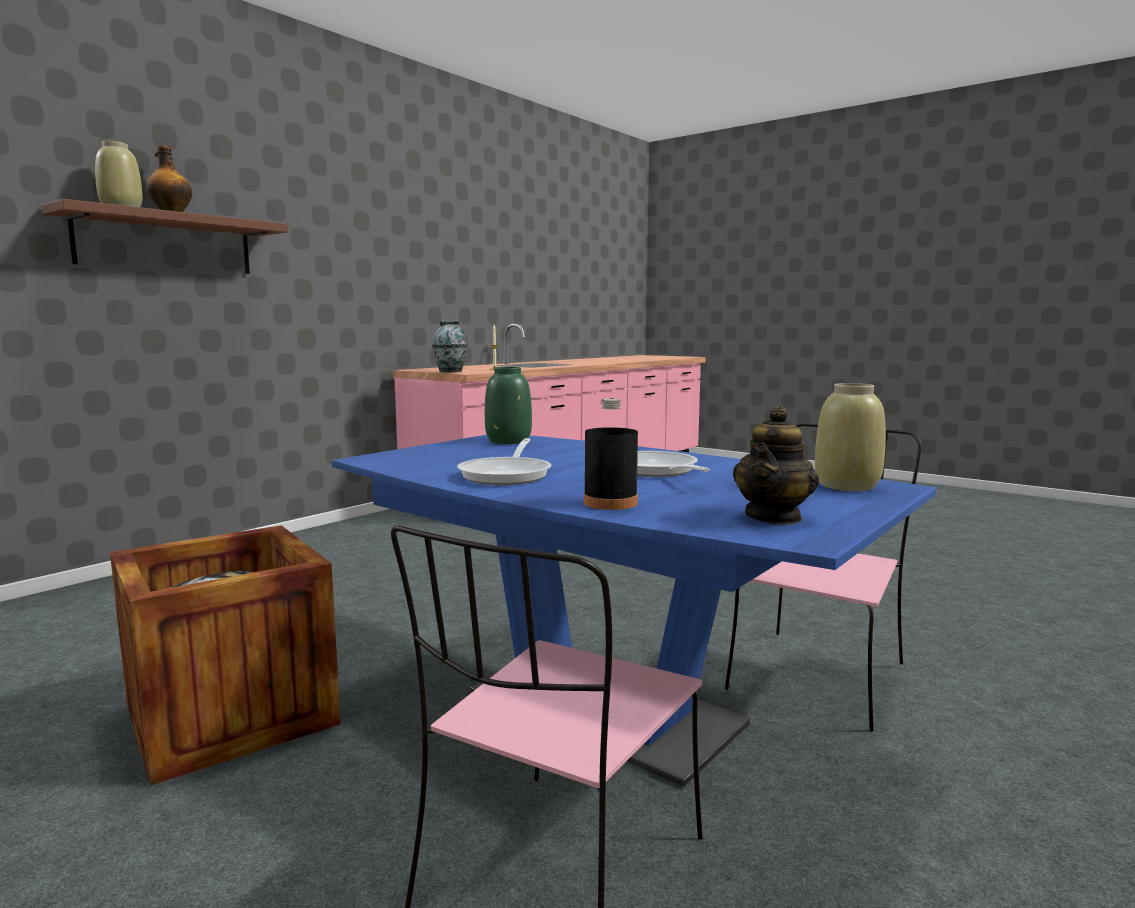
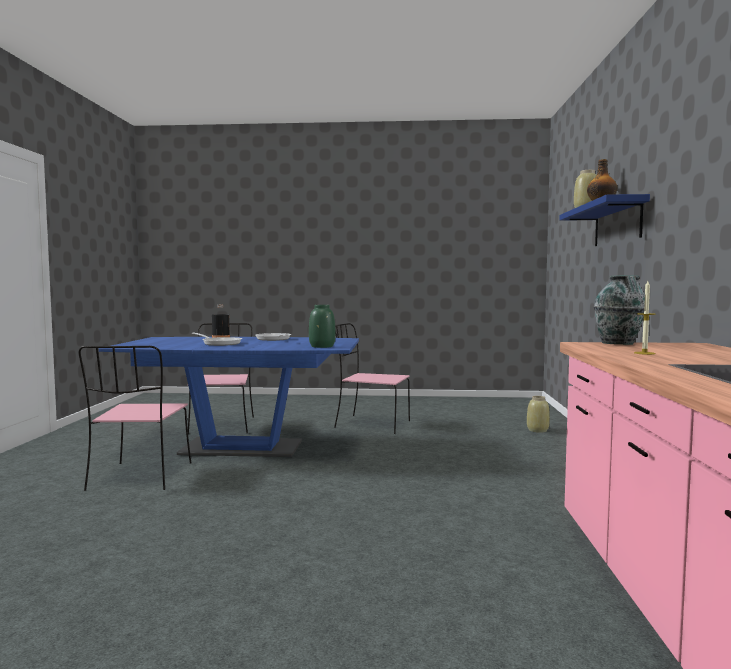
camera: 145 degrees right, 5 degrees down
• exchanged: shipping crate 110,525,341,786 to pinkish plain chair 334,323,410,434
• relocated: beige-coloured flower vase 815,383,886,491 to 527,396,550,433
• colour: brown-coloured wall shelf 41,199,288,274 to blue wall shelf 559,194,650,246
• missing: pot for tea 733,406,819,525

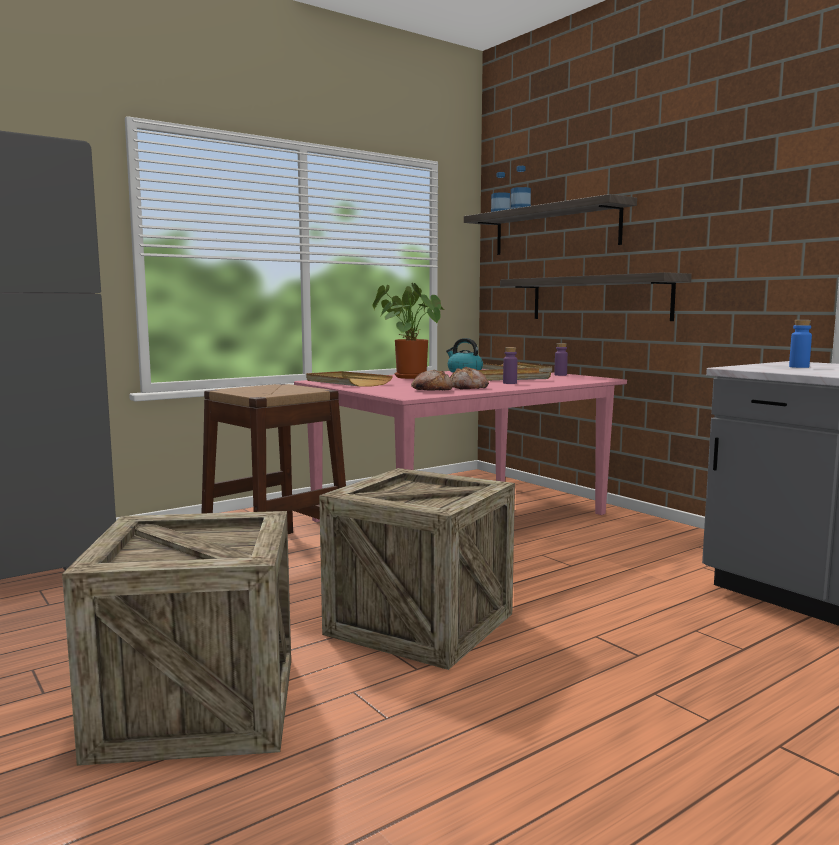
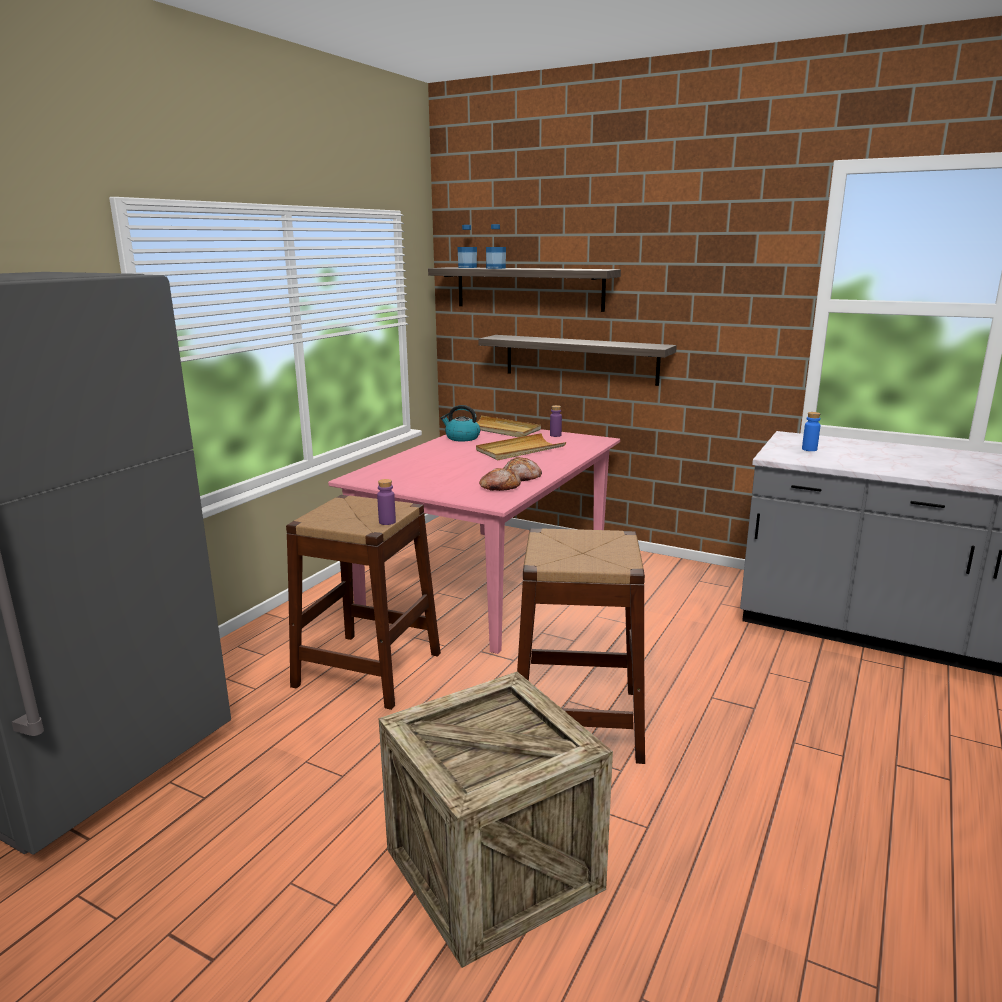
camera: 25 degrees left, 10 degrees up
• relocated: purple-coloured bottle 503,347,517,384 to 377,479,396,525
• exchanged: shipping crate 319,468,515,670 to brown-coloured sitting stool 517,529,645,764
• missing: beige-coloured tray 306,371,393,387
• missing: houseplant 372,283,444,379

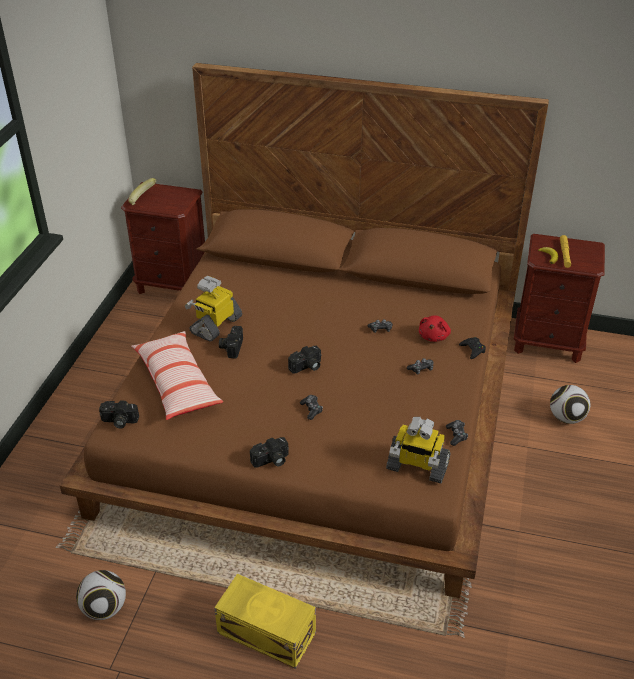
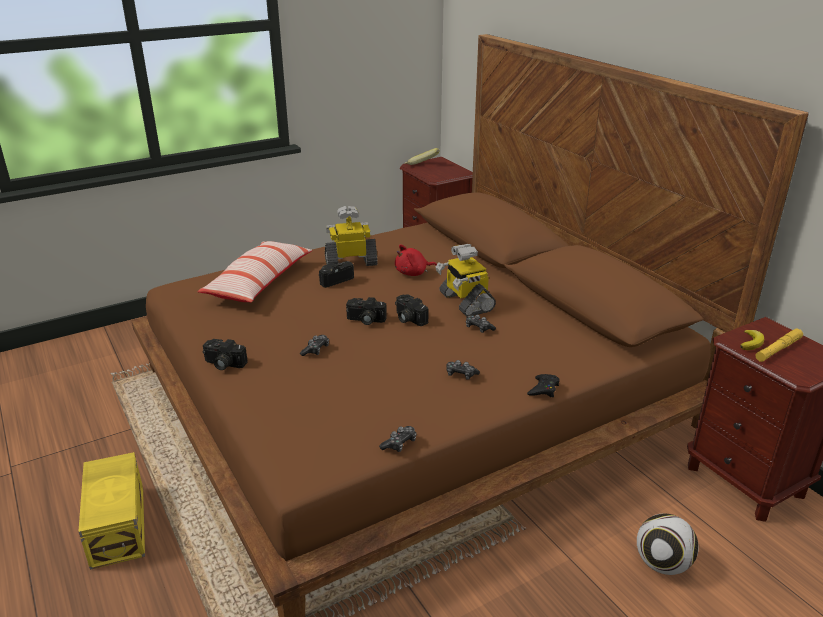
camera: 45 degrees right, 10 degrees down
• relocated: red plush toy 419,315,451,342 to 395,245,437,276
• relocated: photo camera 99,400,139,429 to 395,294,429,326
• relocated: robot figure 386,417,451,483 to 436,244,496,316
• missing: football ball 76,570,126,620

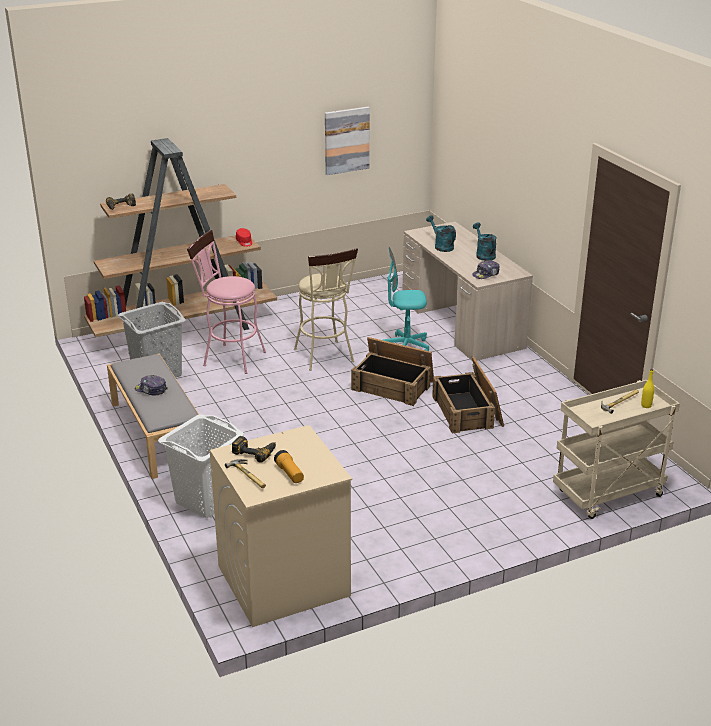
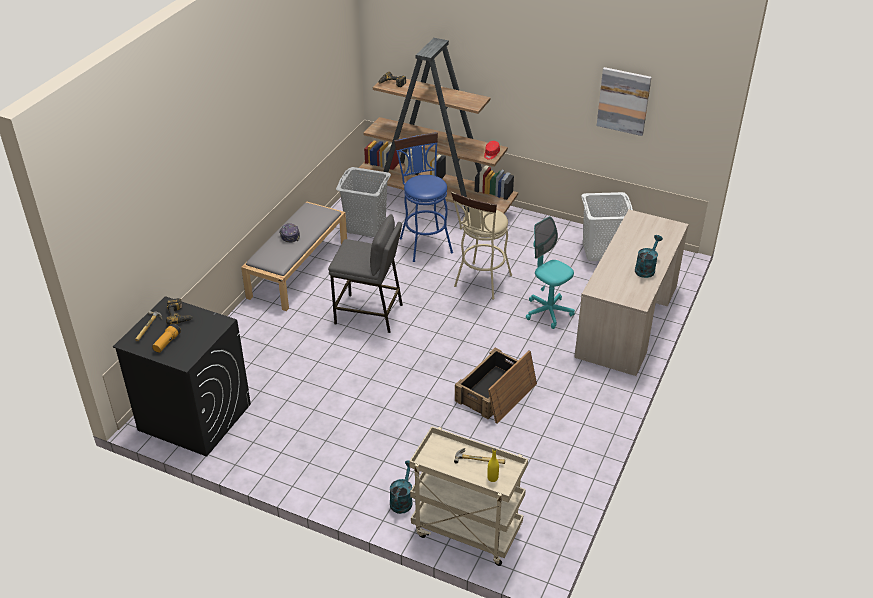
camera: 50 degrees right, 10 degrees up
• colour: beige-coloured laundry appliance 210,425,352,627 to blackish laundry appliance 113,296,251,457
• appeared: grey sitting stool 328,214,403,333
• relocated: turquoise watering can 426,215,456,252 to 390,461,412,514
• colour: pinkish sitting stool 187,230,266,374 to blue sitting stool 394,132,453,262
• relocated: white-coloured washing basket 158,414,244,518 to 581,192,633,261
• missing: shipping crate 351,337,434,406
• missing: cap 472,260,499,279

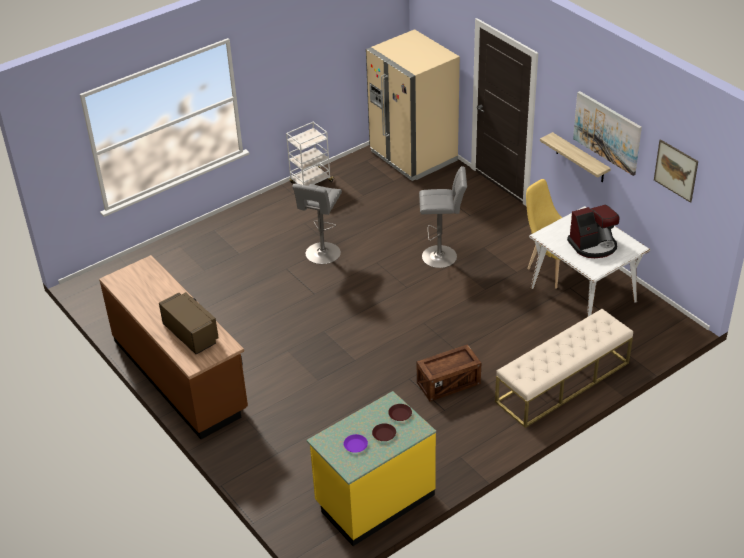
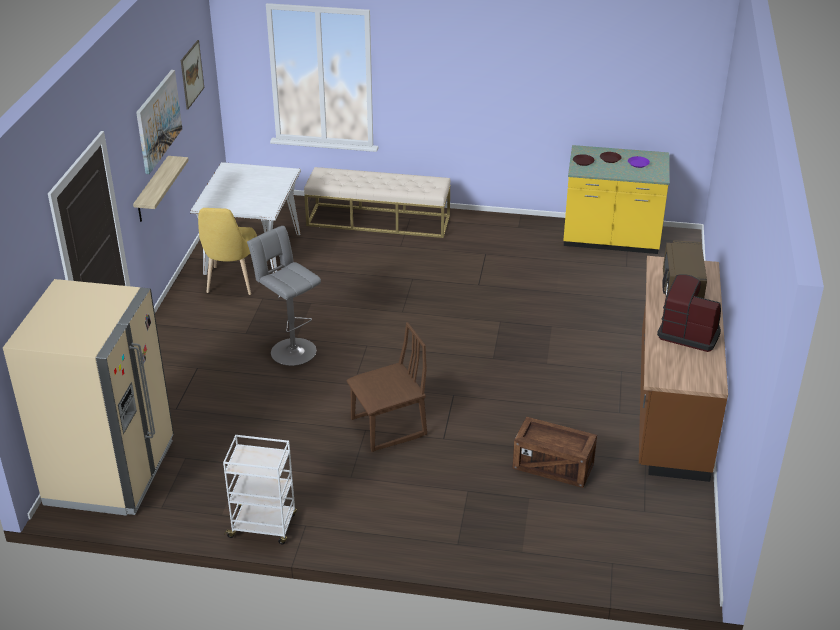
camera: 135 degrees left, 5 degrees down
• exchanged: grey sitting stool 292,184,342,264 to brown-coloured plain chair 346,322,427,452
• relocated: shipping crate 417,344,481,402 to 512,416,597,488
• relocated: coffee machine 567,204,620,258 to 657,274,721,352

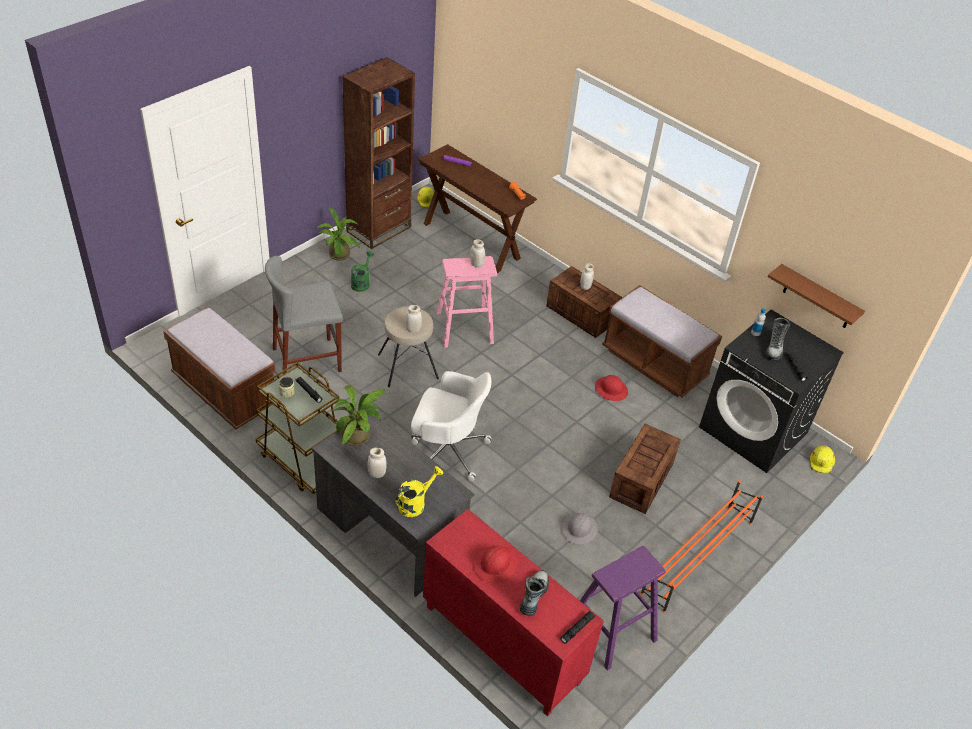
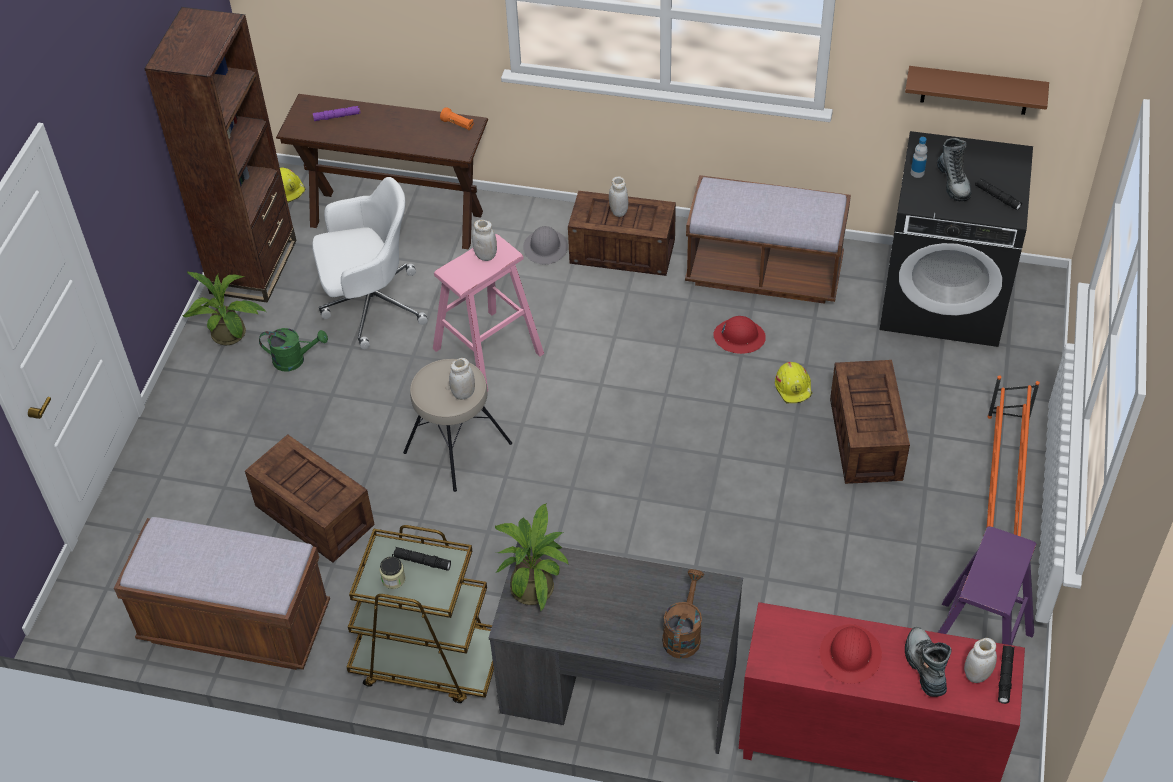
camera: 25 degrees left, 5 degrees up
• exchanged: grey sitting stool 265,256,343,374 to shipping crate 245,434,375,563
• spun: green-coloured watering can 351,251,374,292 = 259,328,328,371 105 degrees clockwise
• relocated: white-coloured office chair 411,371,492,481 to 312,177,428,349
• relocated: grey hard hat 562,513,598,544 to 523,226,568,264
• colour: yellow watering can 395,466,443,517 to brown-coloured watering can 662,569,704,658
• relocated: yellow hard hat 810,445,835,473 to 775,362,812,403
• relocated: white-coloured preserve jar 367,448,386,478 to 964,638,997,683

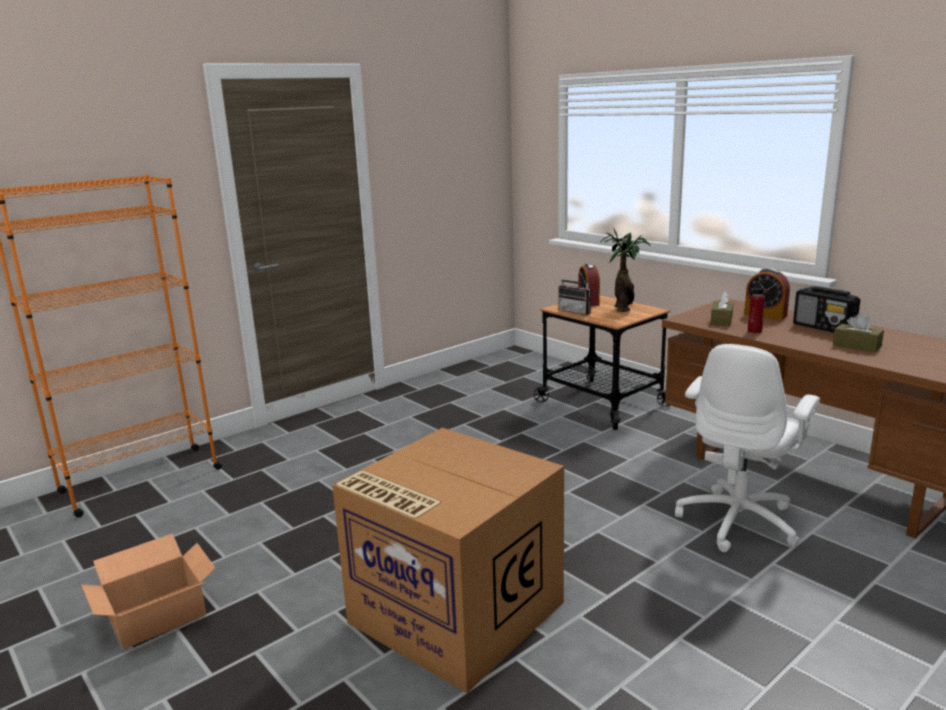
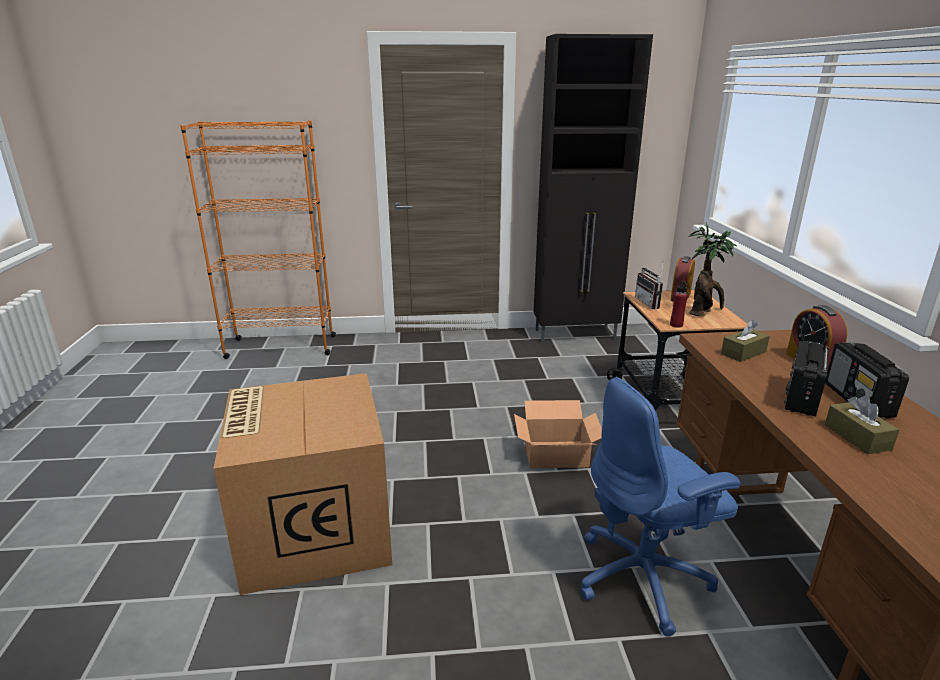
camera: 35 degrees right, 5 degrees up
• relocated: carton 81,533,215,649 to 514,400,602,468
• appeared: blackish cupboard 534,34,653,342
• colour: white-coloured office chair 675,344,820,552 to blue office chair 581,377,740,636
• relocated: red bottle 748,281,766,333 to 670,280,688,328
• appeared: radio receiver 784,341,829,416

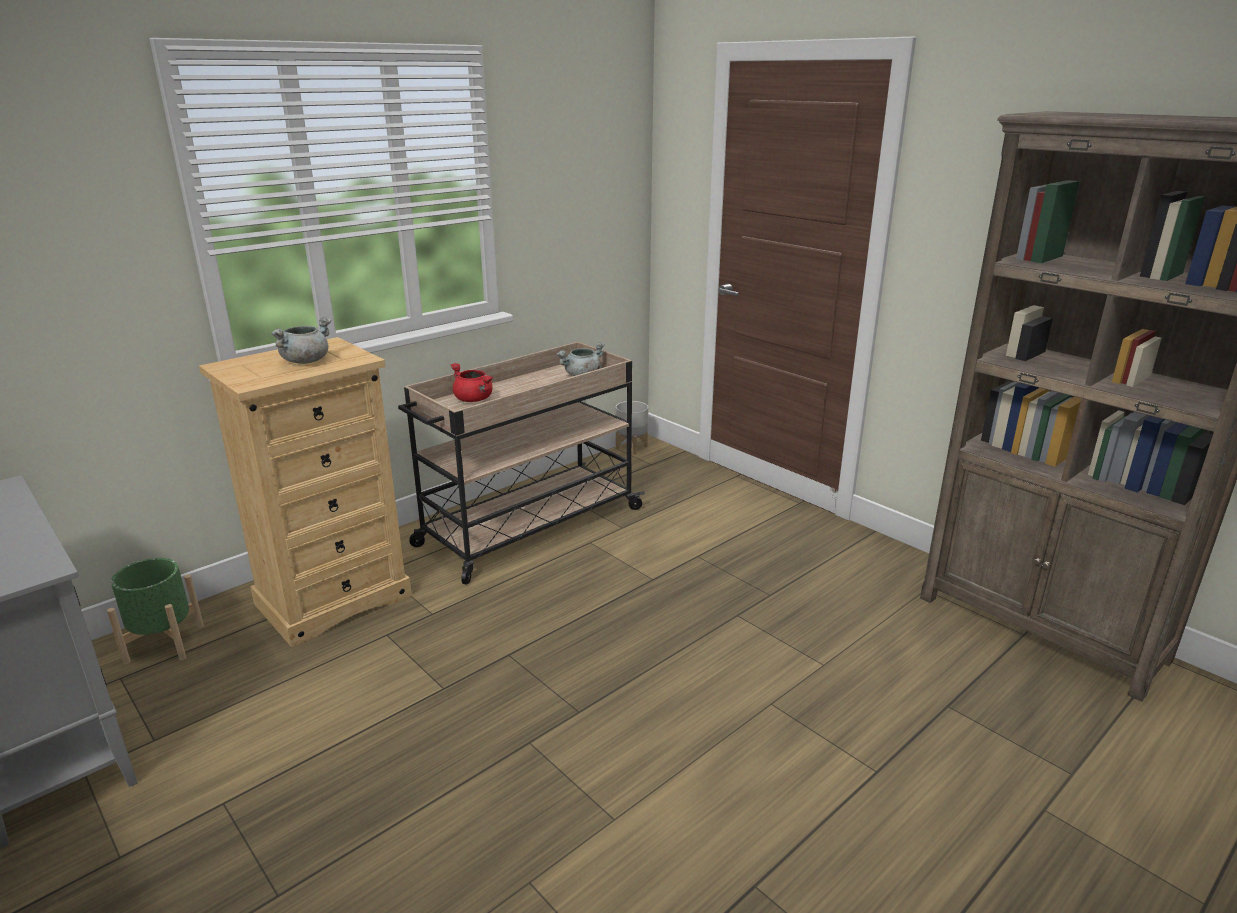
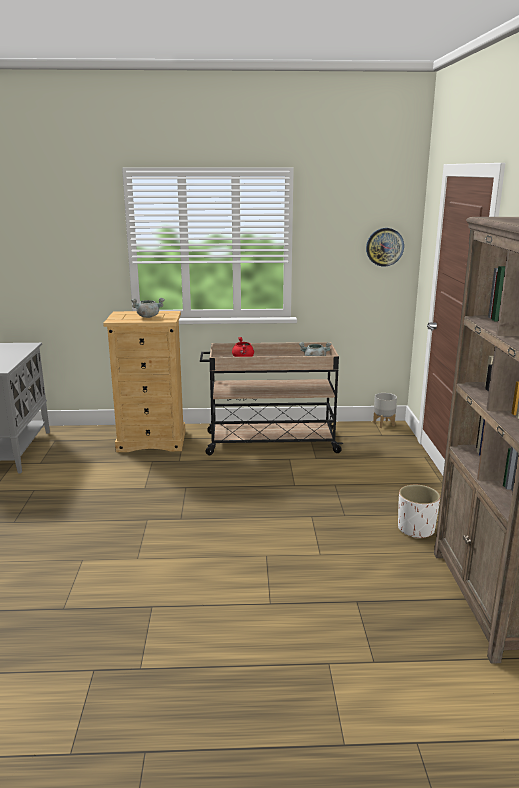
camera: 40 degrees right, 5 degrees down
• appeared: wall clock 366,228,404,266
• appeared: white-coloured flower pot 398,485,440,539
• missing: green-coloured flower pot 107,558,204,664

